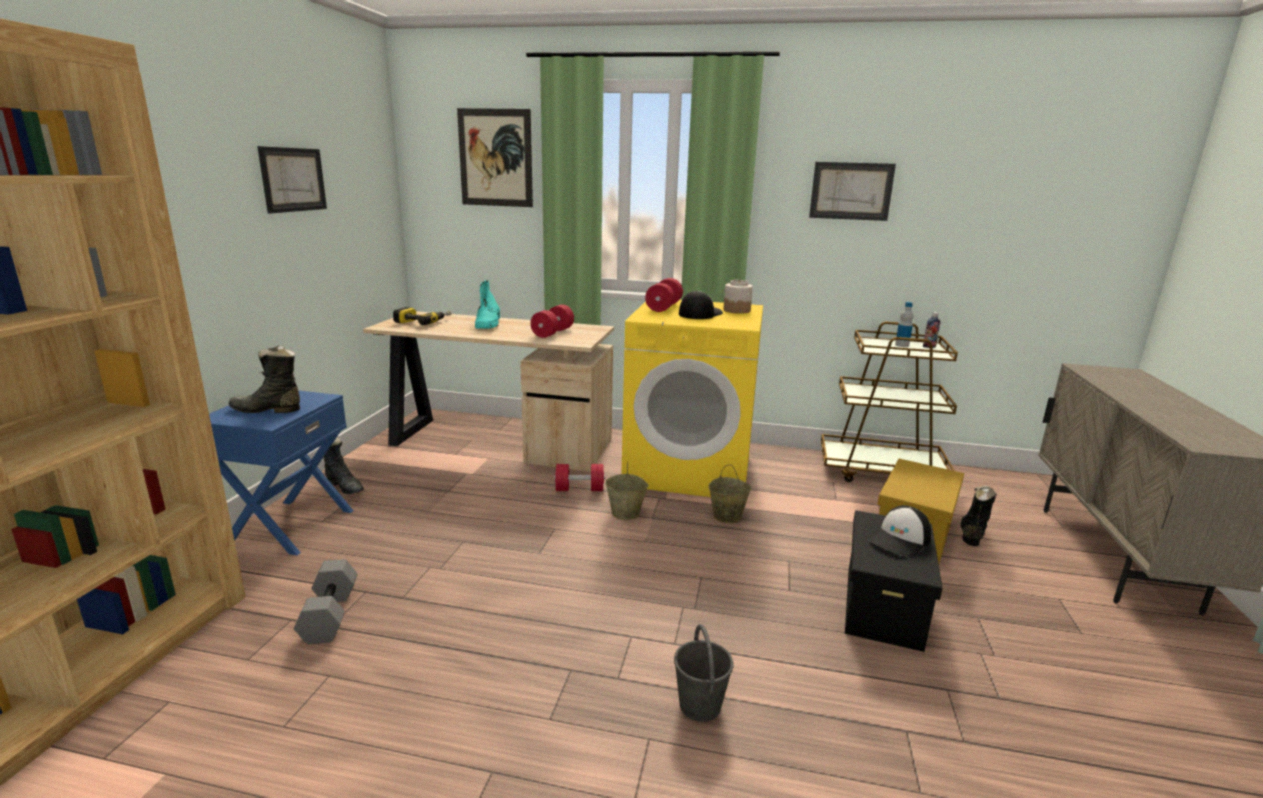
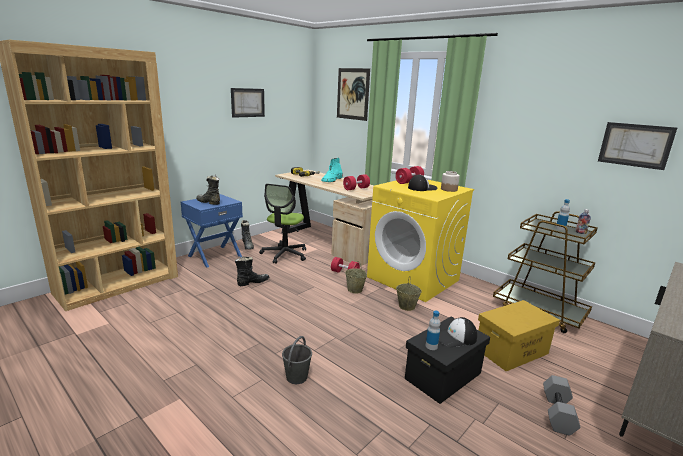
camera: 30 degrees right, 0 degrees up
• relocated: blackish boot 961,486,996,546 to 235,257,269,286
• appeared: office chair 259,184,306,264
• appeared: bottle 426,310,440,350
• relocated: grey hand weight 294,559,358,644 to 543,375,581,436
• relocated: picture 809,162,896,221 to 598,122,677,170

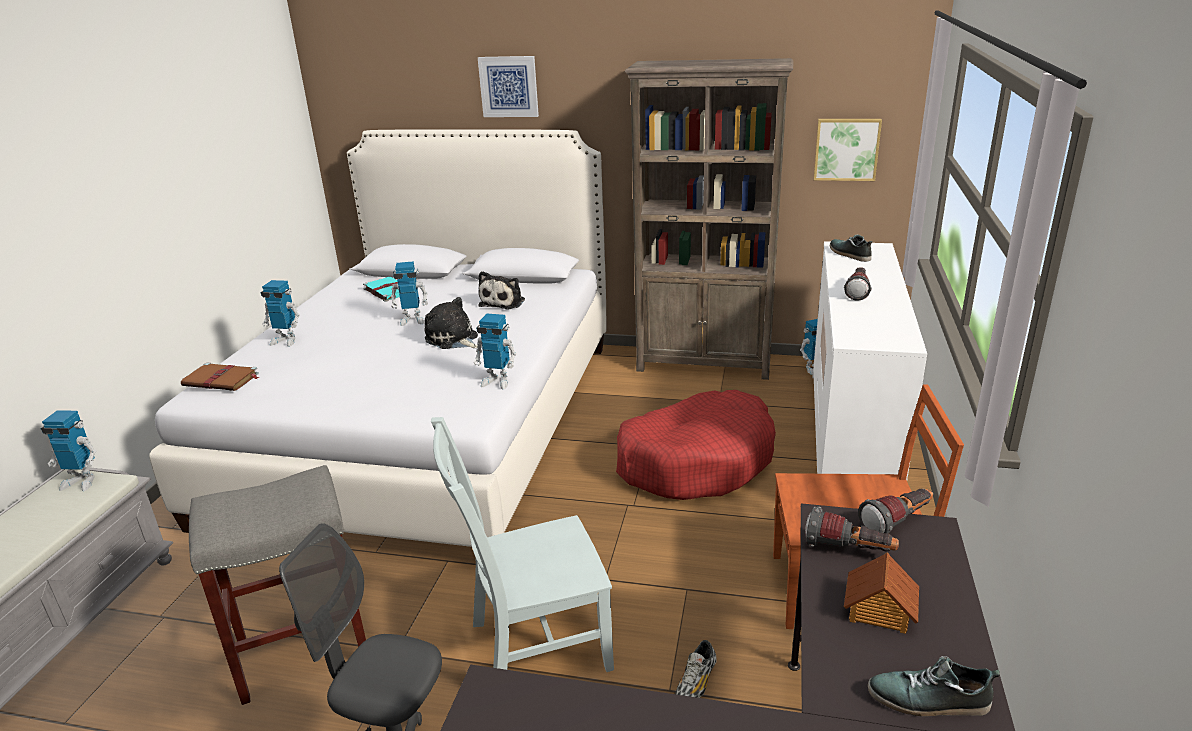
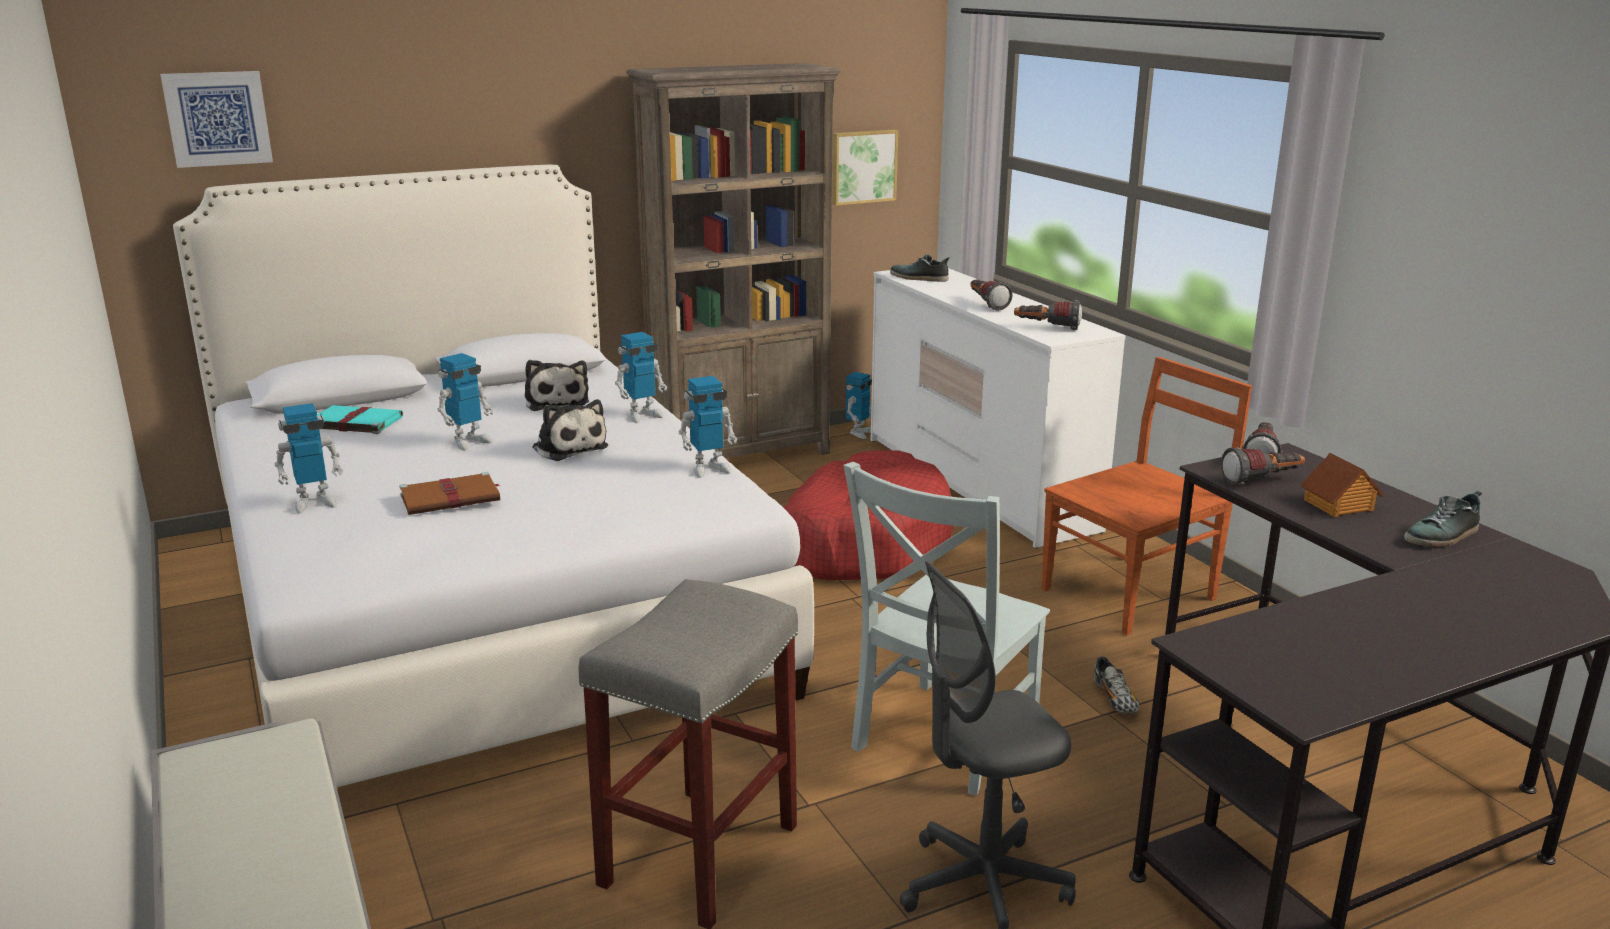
camera: 40 degrees left, 5 degrees down
• relocated: picture 478,56,539,117 to 160,71,273,168
• relocated: brown-coloured bound book 181,362,259,391 to 399,472,500,515
• spun: plush toy 424,297,478,349 = 532,399,608,461 135 degrees counterclockwise
• relocated: robot figure 41,410,96,491 to 615,332,667,423
• appeared: torch 1014,300,1082,330

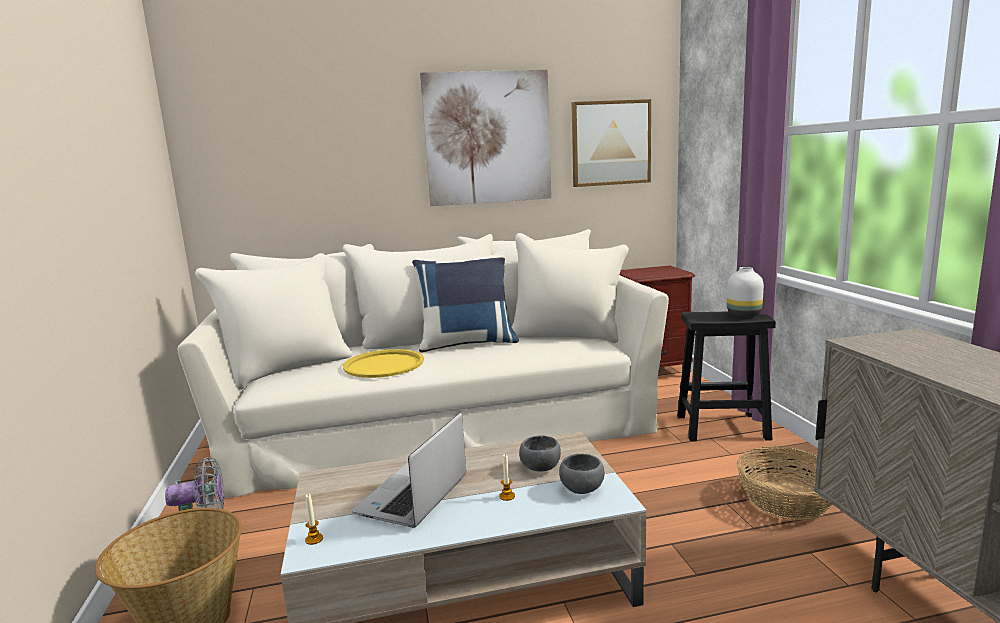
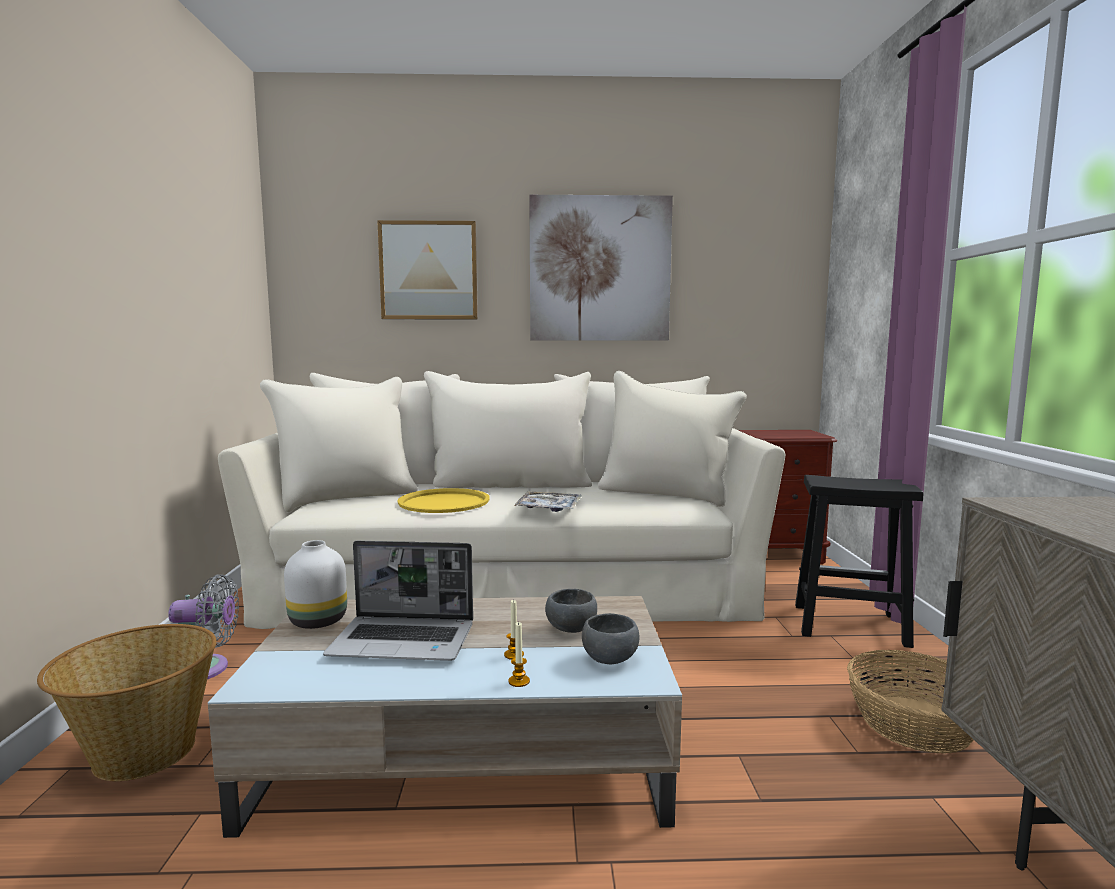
camera: 10 degrees right, 5 degrees down
• relocated: white-coloured flower vase 727,267,764,317 to 284,540,347,629
• spun: notebook computer 352,413,466,528 = 323,541,473,661 120 degrees counterclockwise
• relocated: picture 571,99,651,187 to 377,220,478,319
• relocated: wax light 305,494,323,545 to 508,621,530,687
• appeared: tray 514,491,581,512
• missing: blue pillow 412,251,519,353

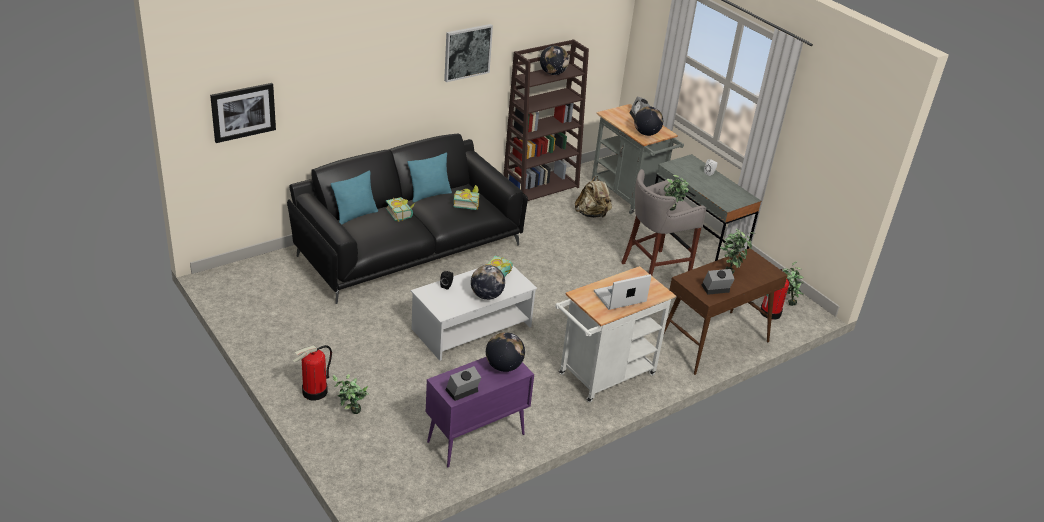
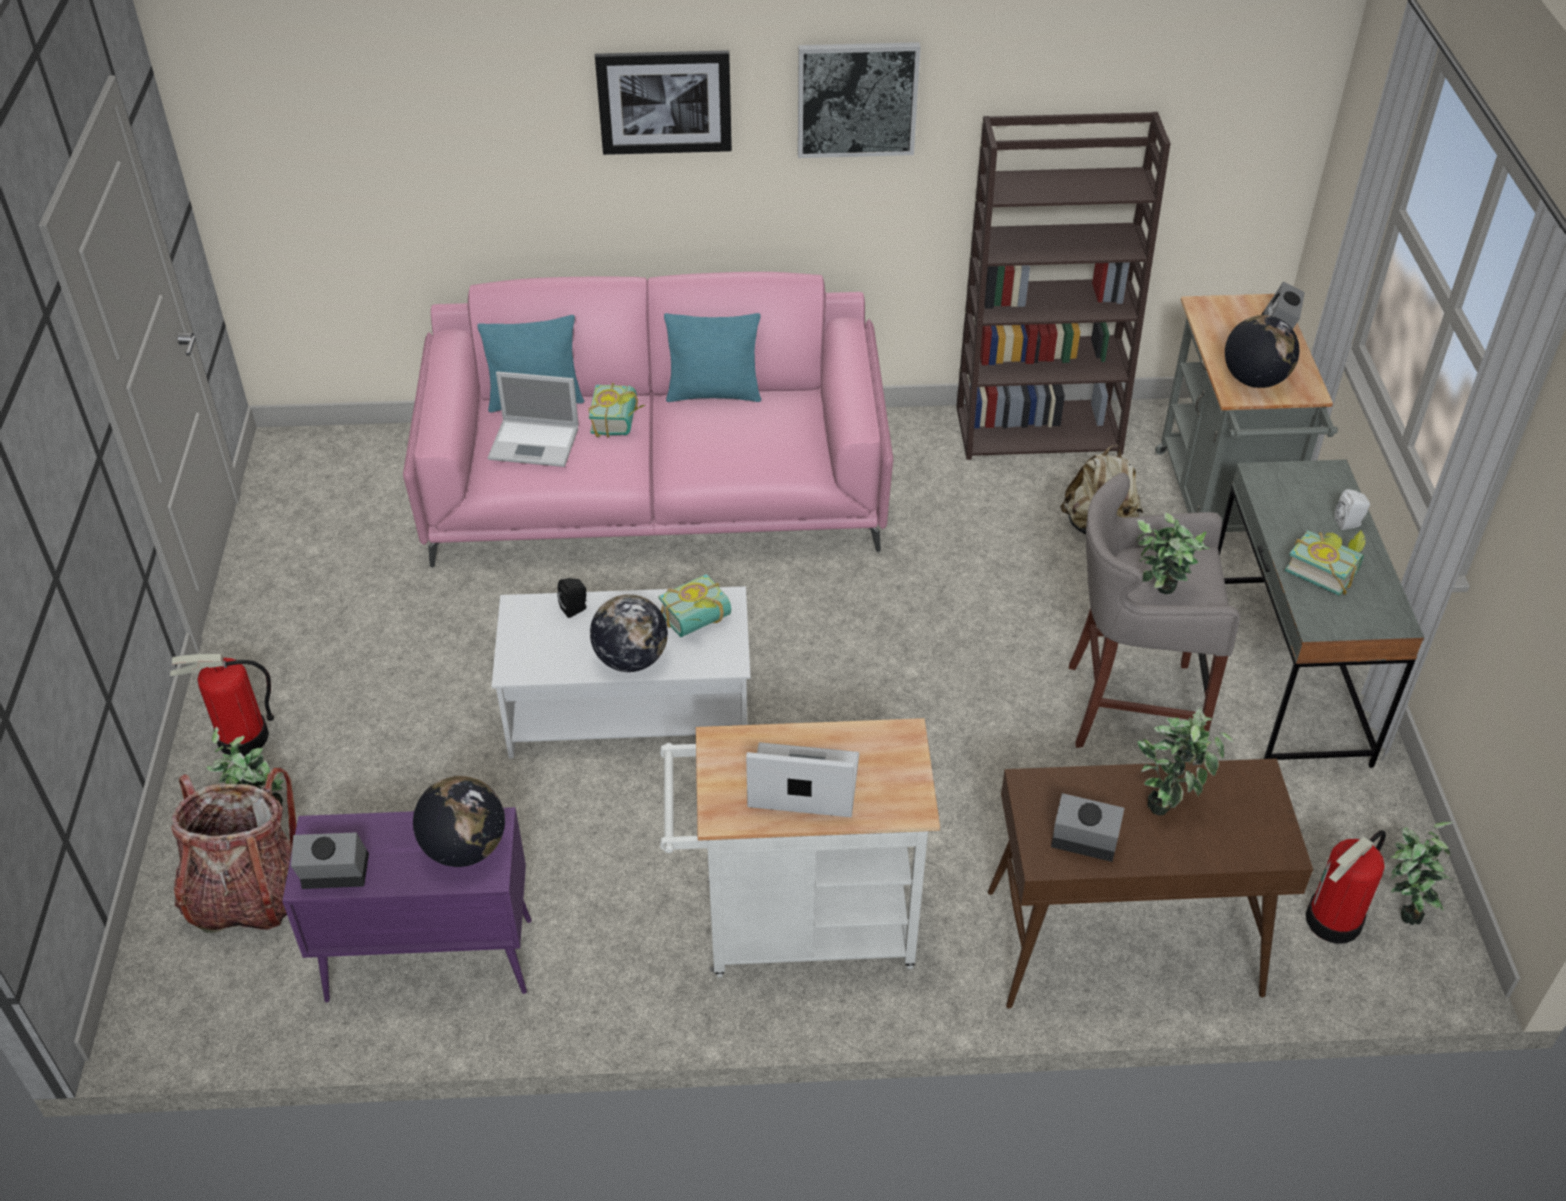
camera: 35 degrees right, 10 degrees up
• appeared: rucksack 171,768,297,933
• colour: blackish couch 287,134,528,304 to pinkish couch 403,272,893,568
• appeared: notebook computer 488,371,579,467
• relocated: picture 210,83,276,143 to 595,50,732,155
• relocated: bound book 453,185,479,210 to 1285,530,1365,596
• missing: desk globe 540,45,569,75

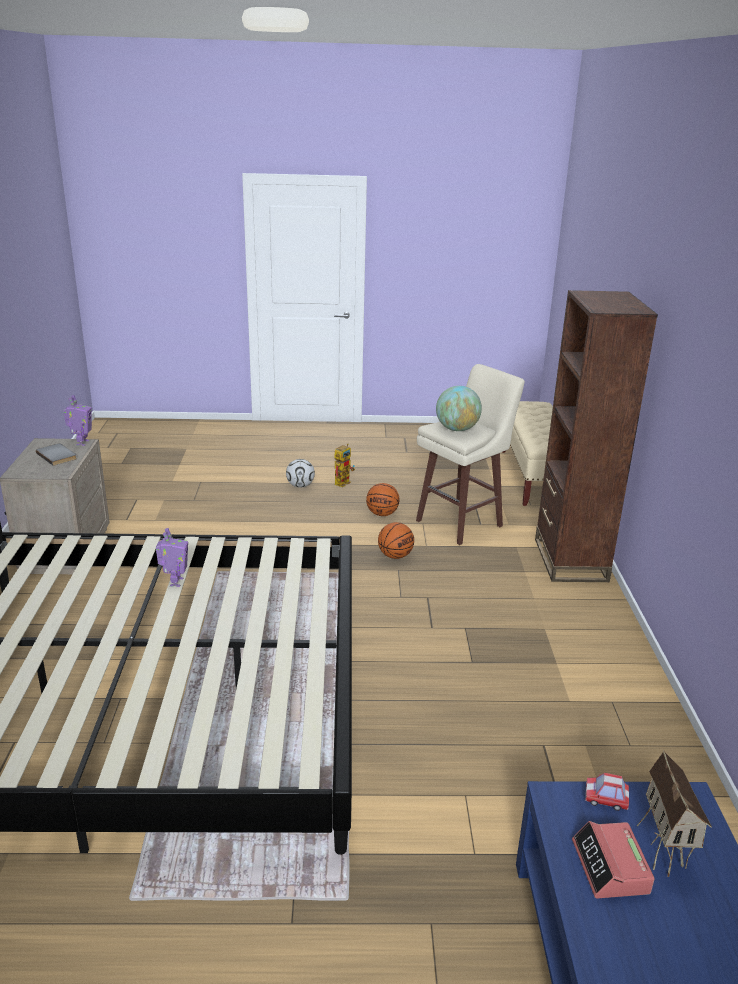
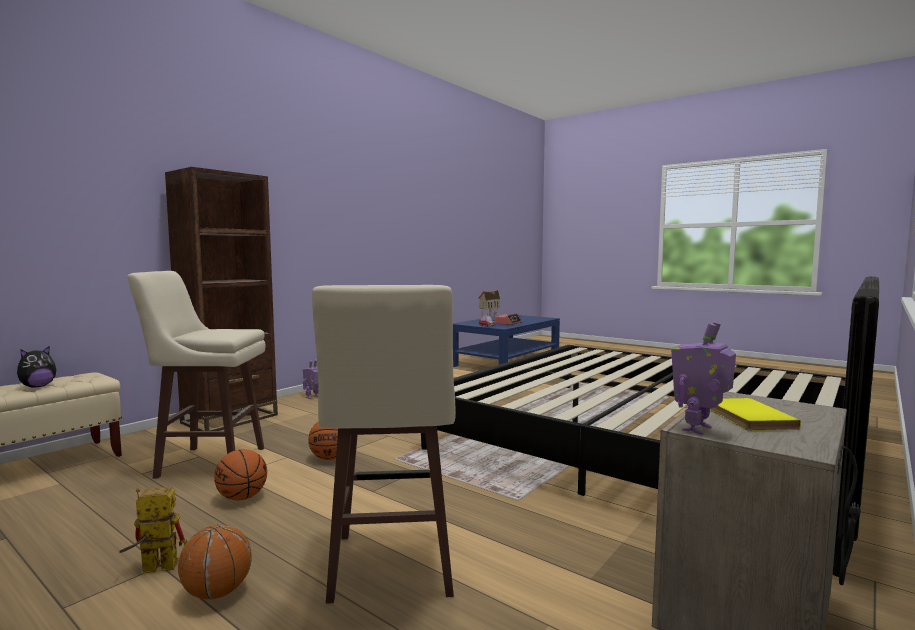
camera: 140 degrees left, 20 degrees down
• appeared: plush toy 17,346,56,388
• exchanged: football ball 286,459,315,488 to ball for basketball 178,524,252,599
• relocated: robot figure 156,528,188,587 to 303,360,319,399
• appeared: beige-coloured sitting stool 312,285,456,604
• colour: grey bound book 36,443,77,466 to yellow bound book 710,398,801,431
• missing: desk globe 436,386,482,431

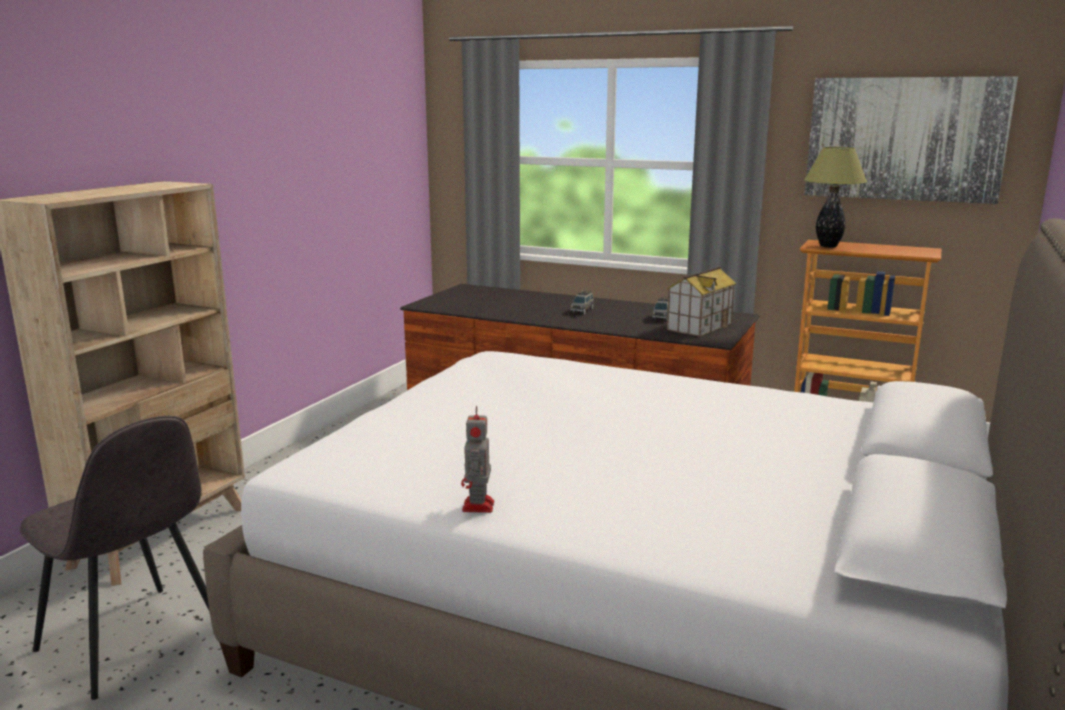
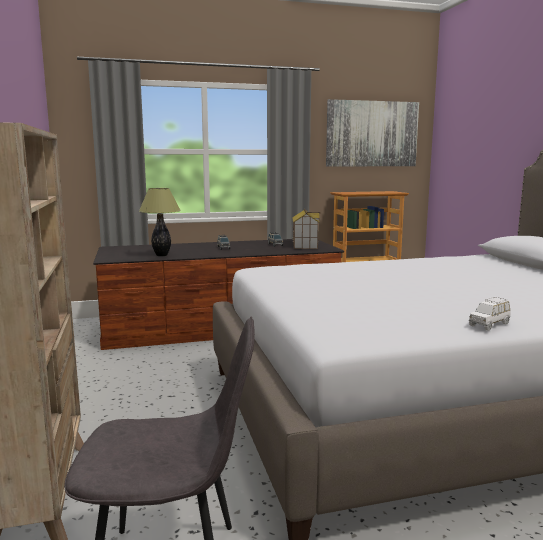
camera: 40 degrees left, 5 degrees down
• relocated: lamp for a table 804,147,867,248 to 139,188,181,256
• exchanged: robot figure 461,406,494,513 to white-coloured toy car 469,297,510,331

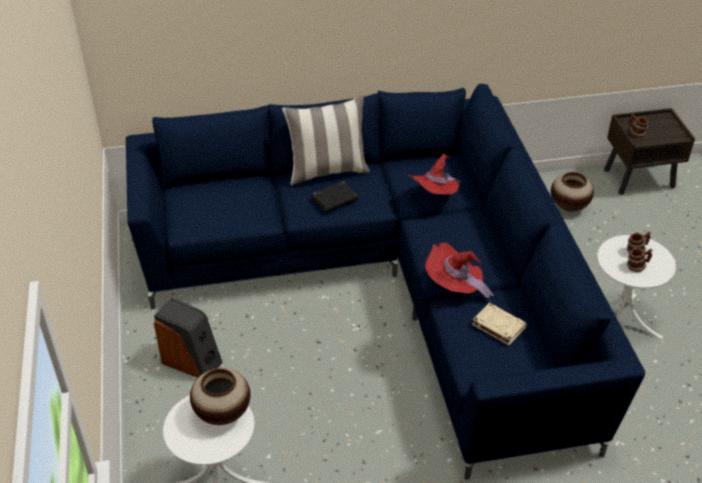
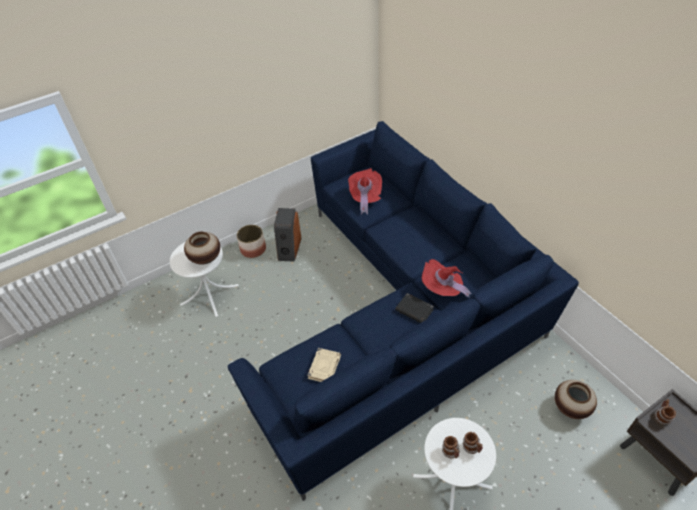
camera: 70 degrees right, 5 degrees up
• appeared: flower pot 237,225,266,258
• relocated: red wearable hat 425,242,493,302 to 348,168,382,215
• relocated: blackish bound book 312,181,359,213 to 395,293,434,323
• missing: pillow 282,95,370,185

